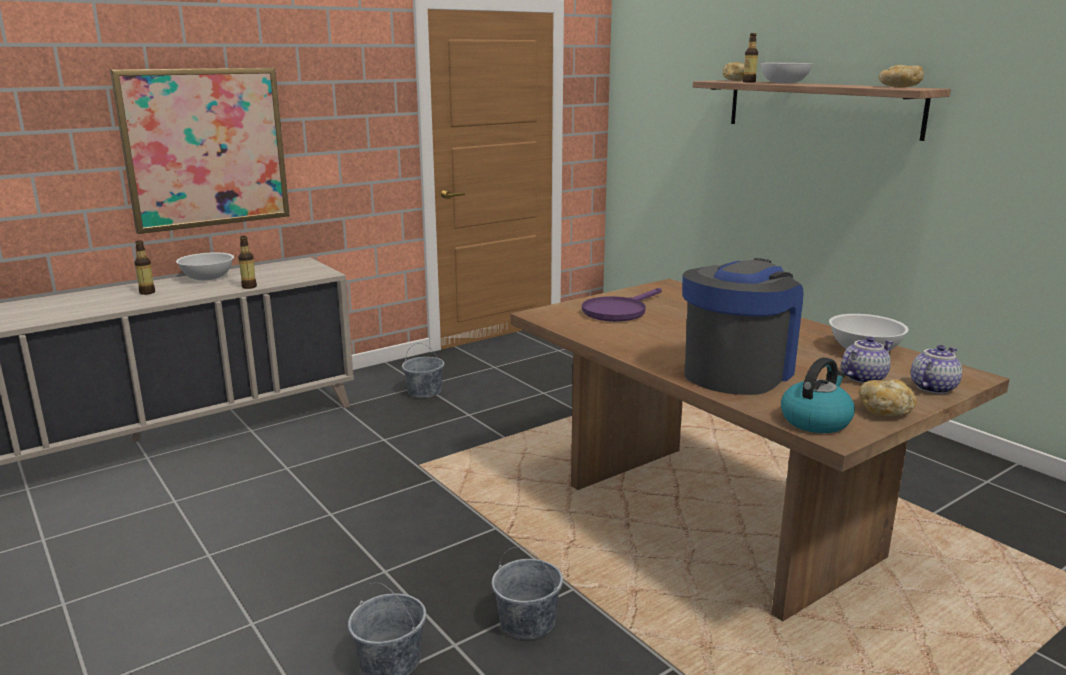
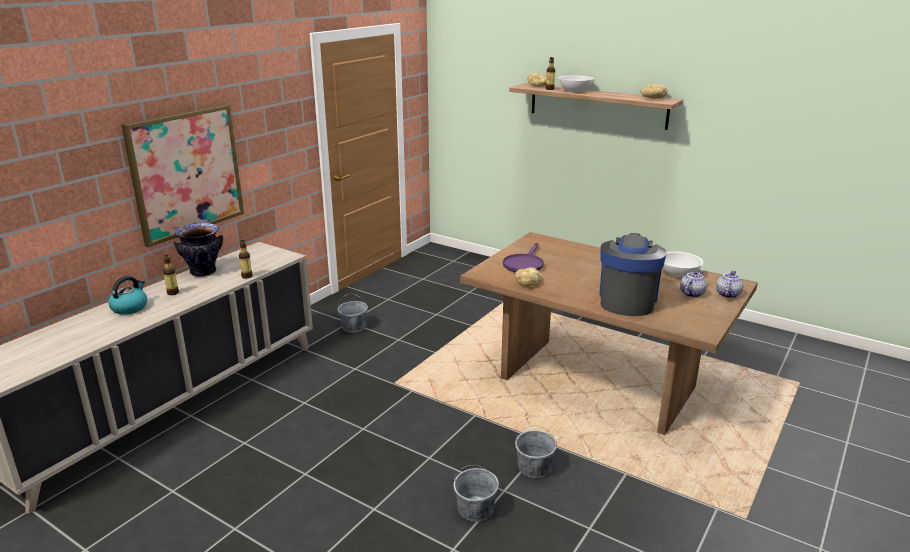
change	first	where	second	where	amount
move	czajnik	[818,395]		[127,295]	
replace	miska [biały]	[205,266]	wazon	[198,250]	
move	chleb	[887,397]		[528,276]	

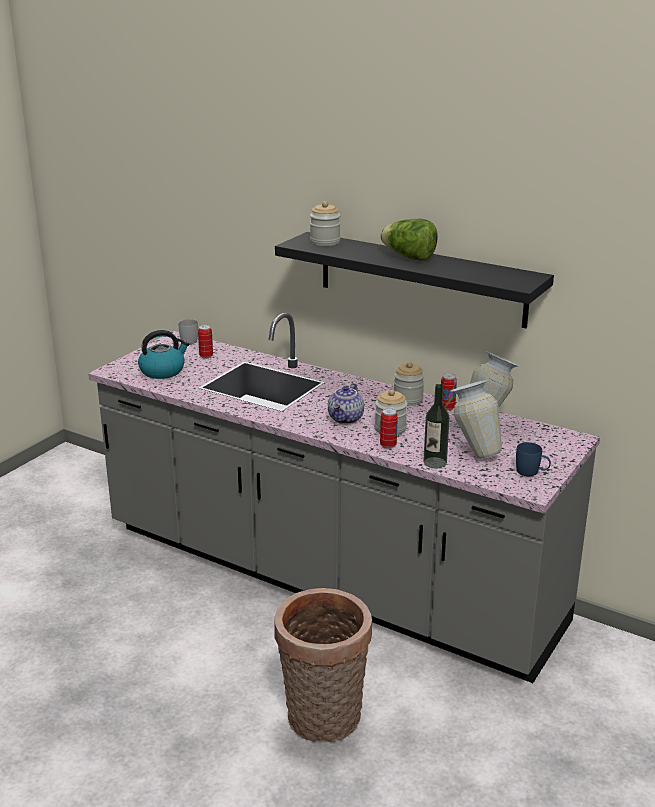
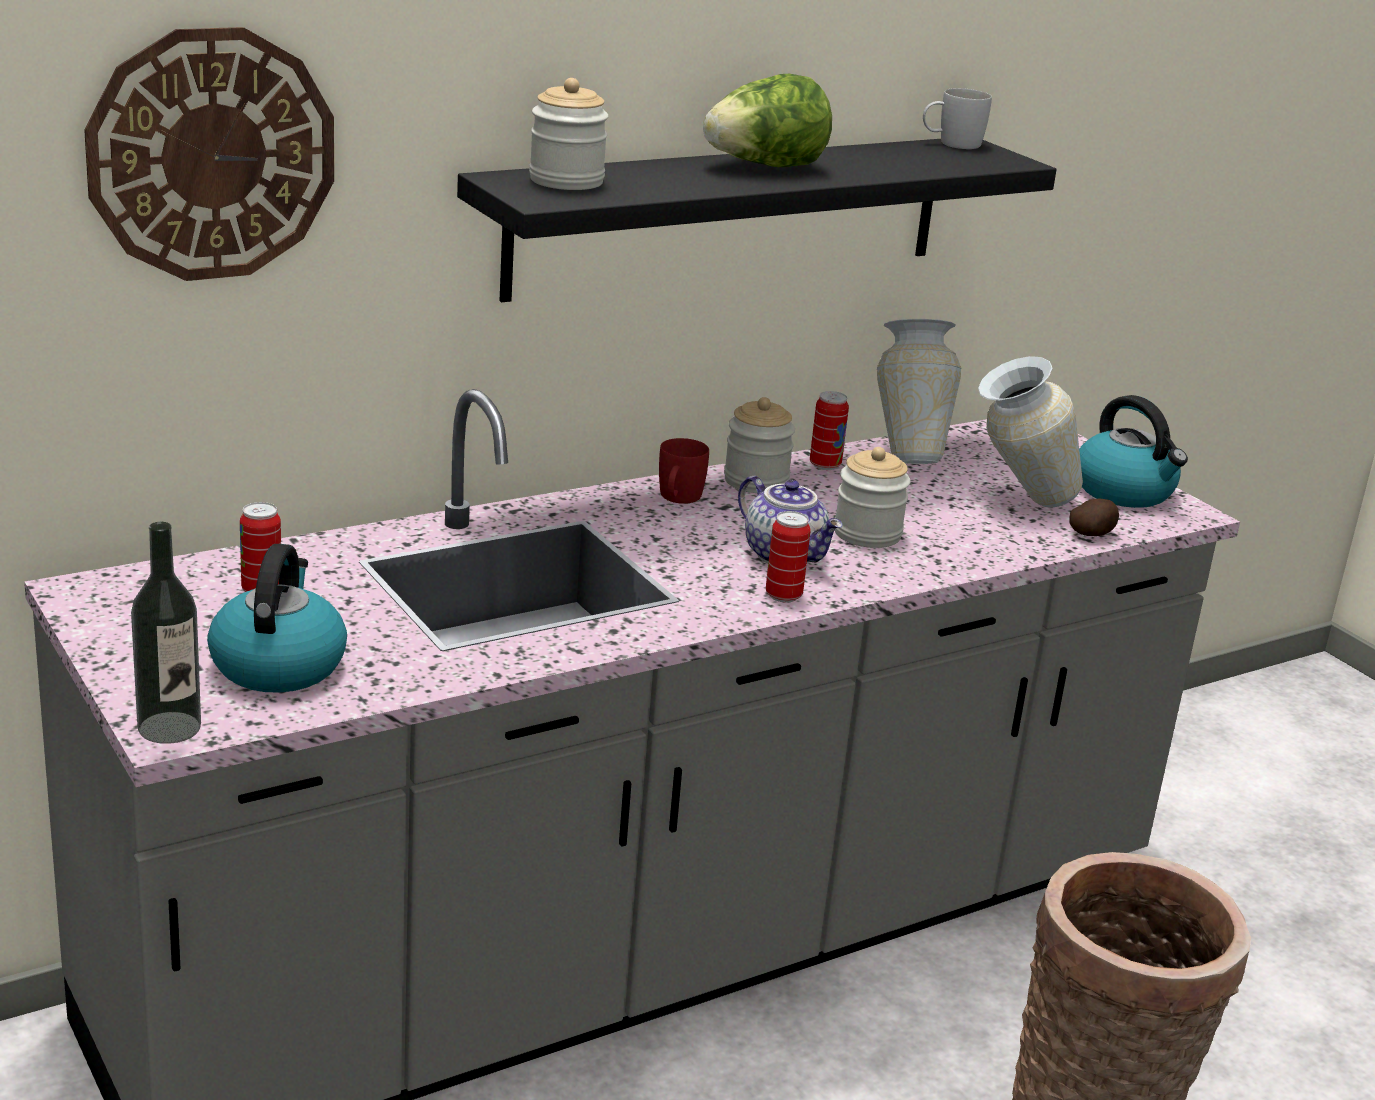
change	first	where	second	where	amount
insert			zegar ścienny	[209,154]	
move	butelka	[436,426]		[166,633]	
insert			kubek [czerwony]	[684,471]	
move	puszka	[389,428]		[788,556]	
move	kubek [biały]	[188,331]		[957,118]	
insert			ziemniak	[1094,517]	
replace	kubek [niebieski]	[533,459]	czajnik	[1133,451]	

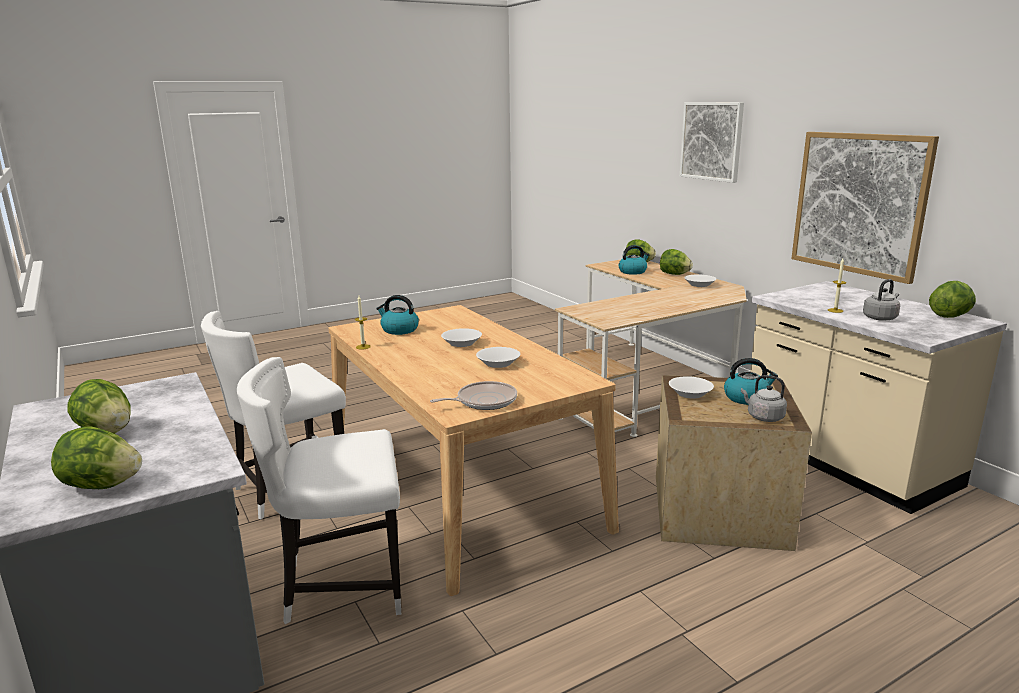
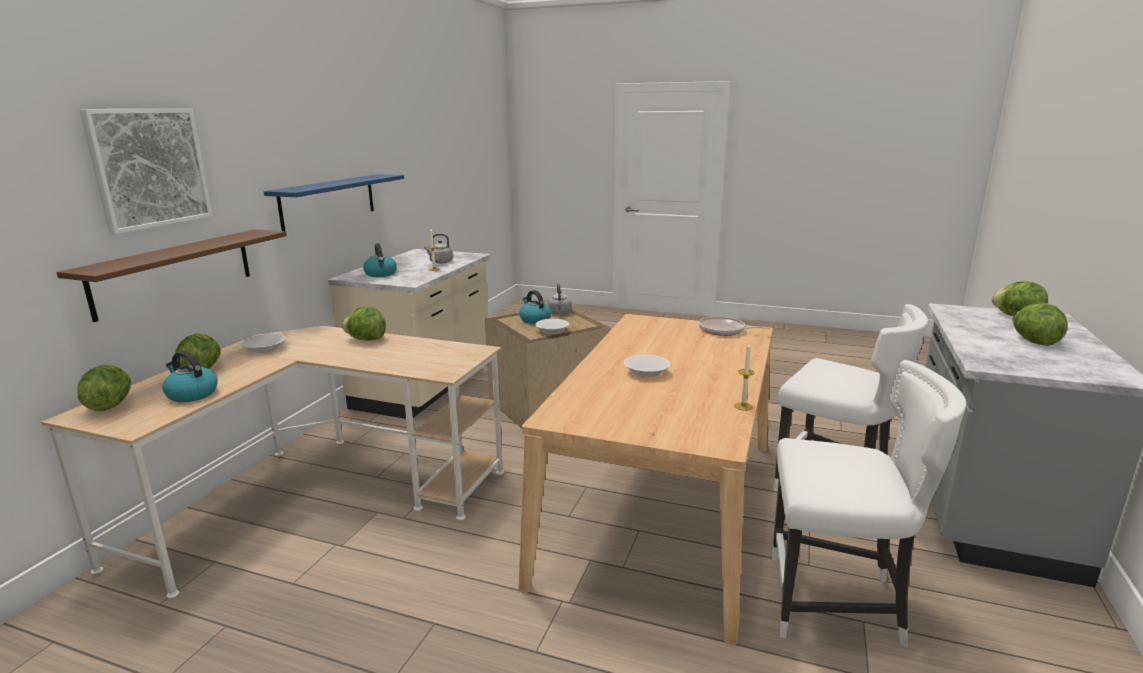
change	first	where	second	where	amount
insert			półka [brązowy]	[172,275]	
replace	obraz	[865,208]	półka [niebieski]	[334,202]	
move	sałata	[952,299]		[364,324]	
move	czajnik	[397,315]		[380,260]	
delete	miska [biały]	[498,357]			

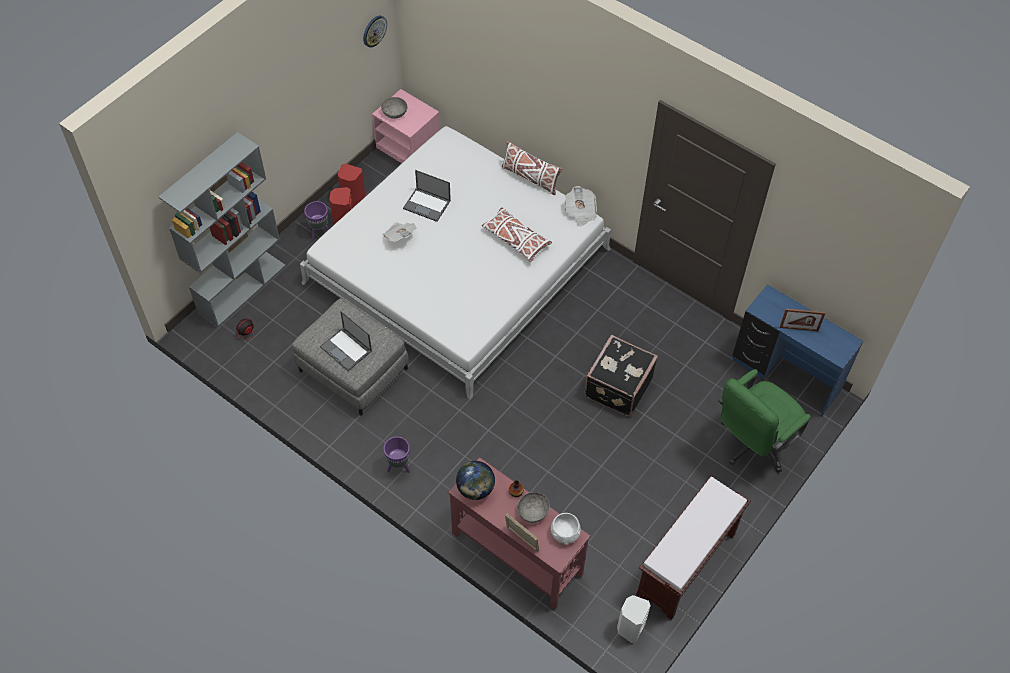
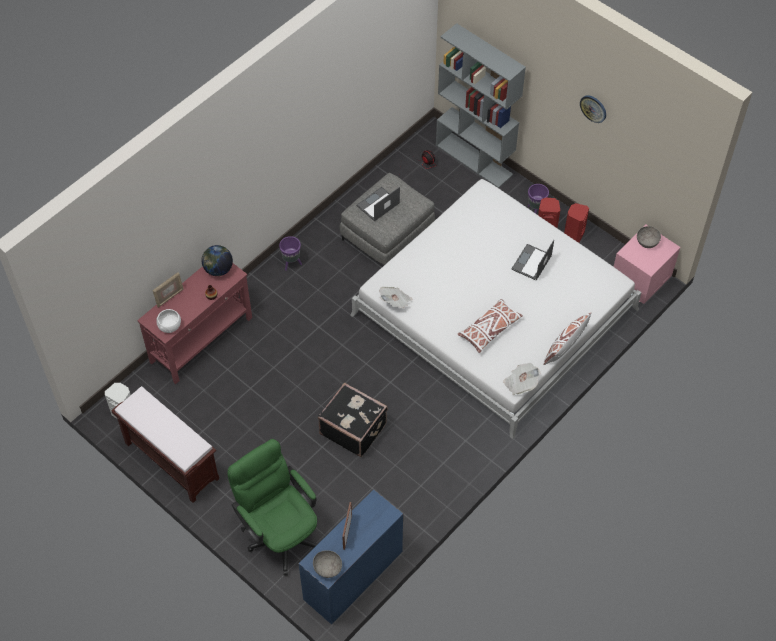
change	first	where	second	where	amount
move	miska [szary]	[534,507]		[327,564]	
move	gazeta	[399,232]		[395,297]	
move	zegar ścienny	[375,32]		[593,109]	

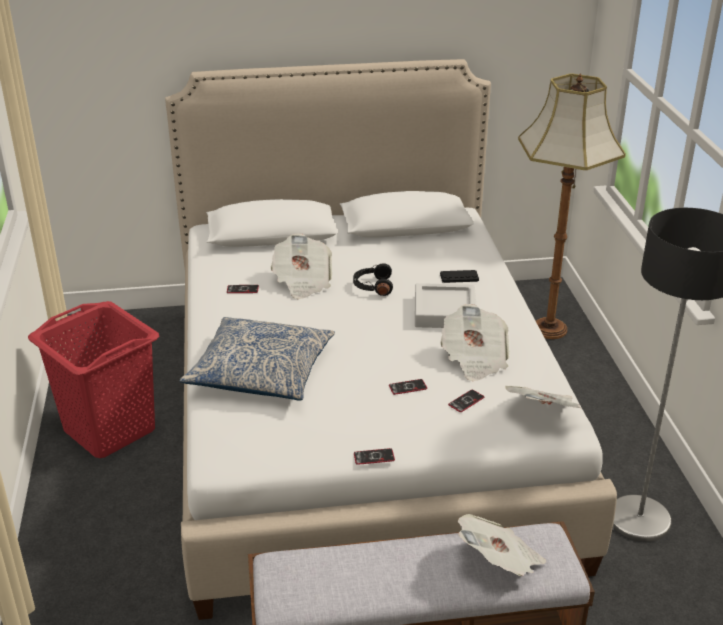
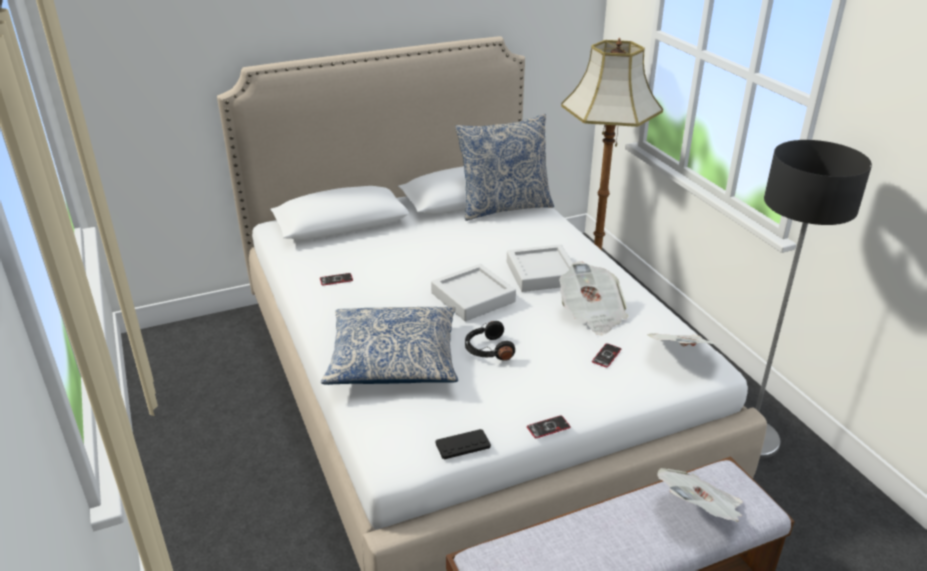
change	first	where	second	where	amount
insert			taca [szary]	[473,292]	
move	pad do gier [czarny]	[459,276]		[463,444]	
insert			poduszka	[504,167]	
move	słuchawki [czarny]	[373,279]		[490,341]	
delete	kosz na pranie [czerwony]	[93,379]			
delete	gazeta	[301,266]			
delete	telefon	[408,387]			

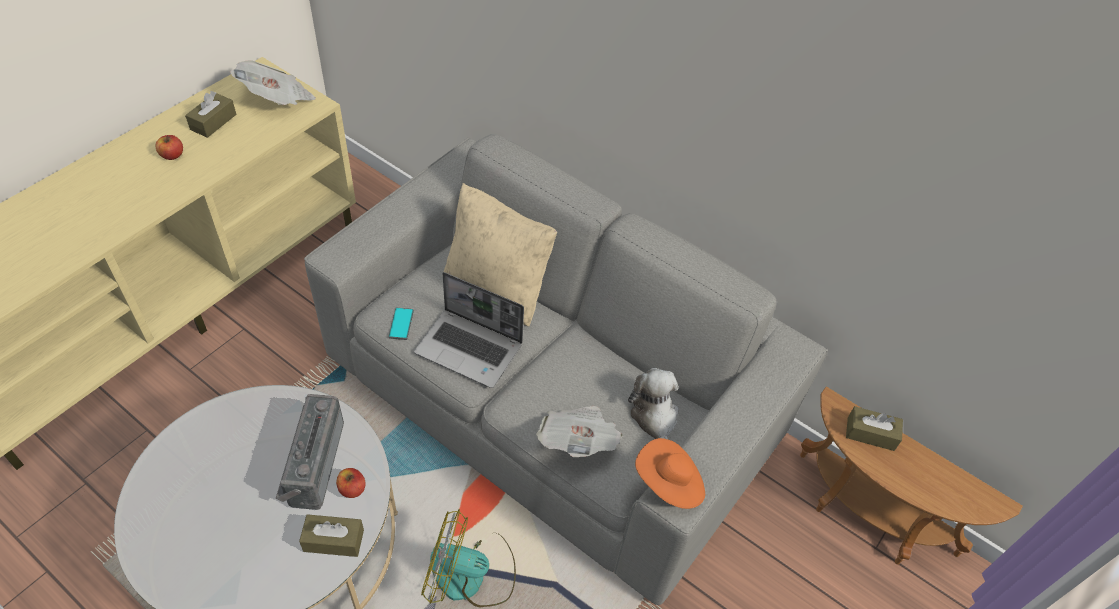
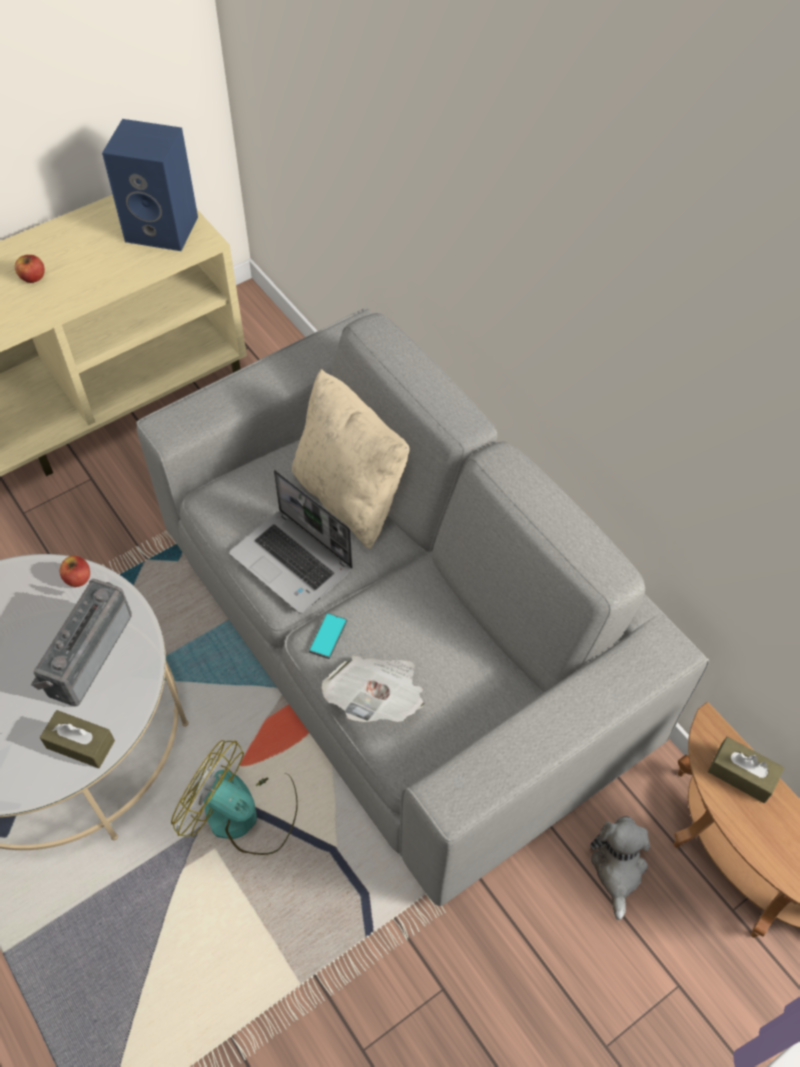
change	first	where	second	where	amount
move	jabłko	[351,483]		[75,571]	
replace	gazeta	[273,82]	głośnik [niebieski]	[150,185]	
move	telefon	[401,324]		[328,636]	
move	pluszak	[653,403]		[620,868]	
delete	pudełko chusteczek [brązowy]	[211,114]			
delete	kapelusz [pomarańczowy]	[670,473]			

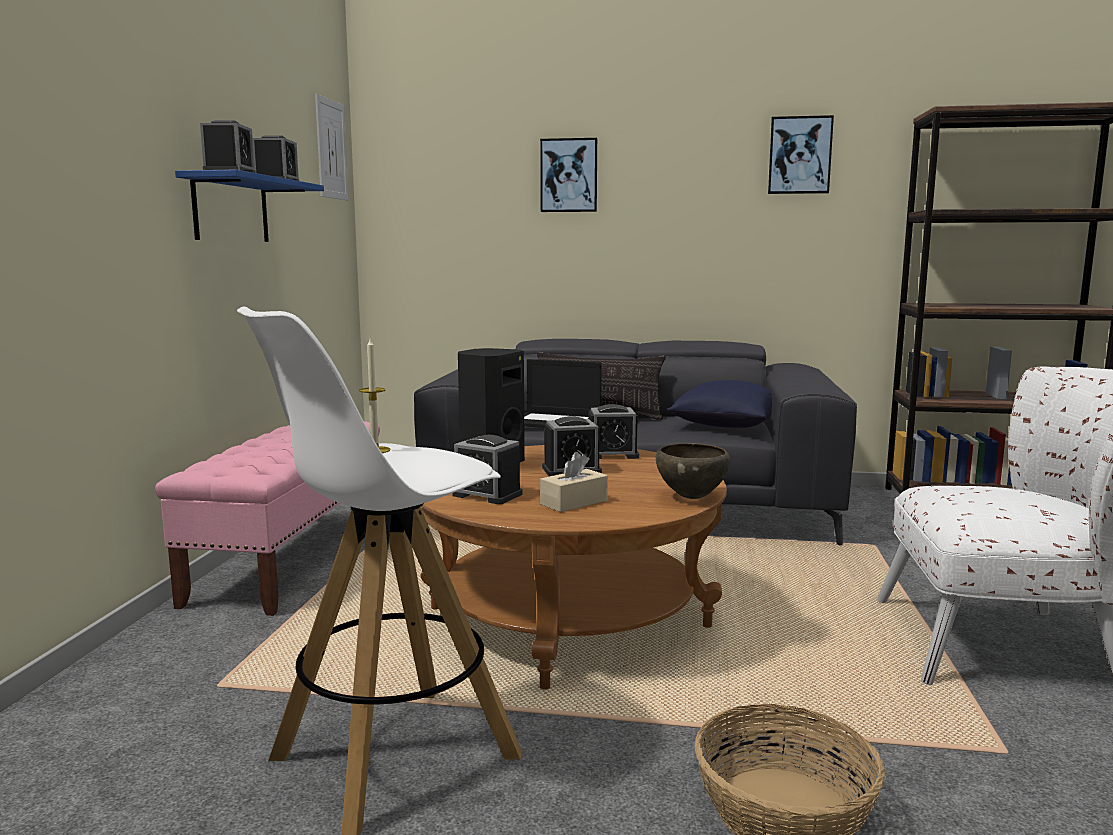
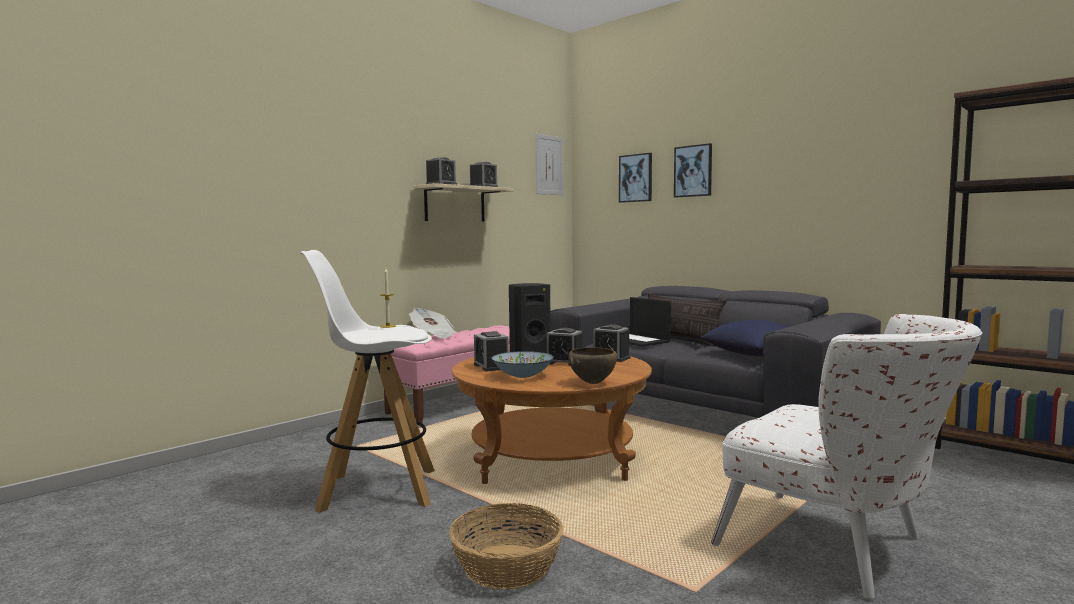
change	first	where	second	where	amount
insert			gazeta	[433,323]	
recolor	półka [niebieski]	[249,206]	półka [beżowy]	[463,202]	
replace	pudełko chusteczek [beżowy]	[574,482]	miska	[523,364]	
move	obraz	[801,154]		[635,178]	

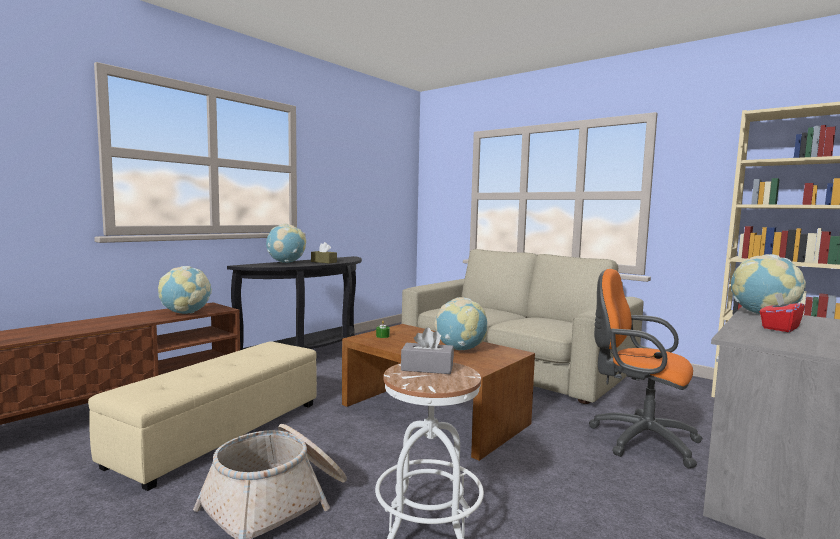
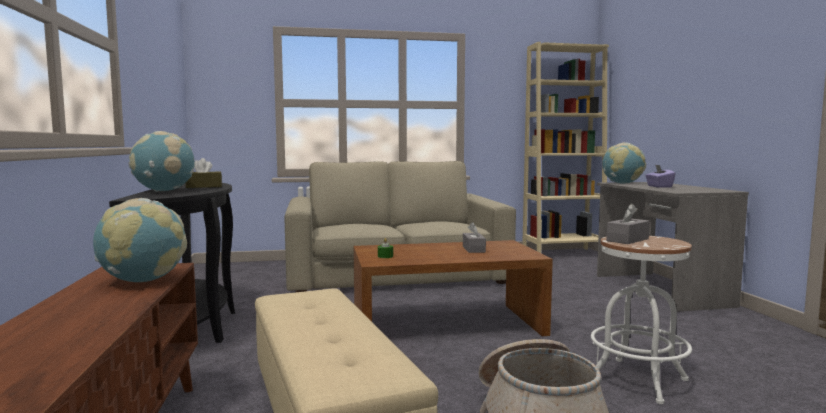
change	first	where	second	where	amount
replace	globus	[460,323]	pudełko chusteczek [szary]	[474,237]	
recolor	pudełko chusteczek [czerwony]	[782,312]	pudełko chusteczek [fioletowy]	[660,176]	
delete	krzesło biurowe [pomarańczowy]	[646,368]			

